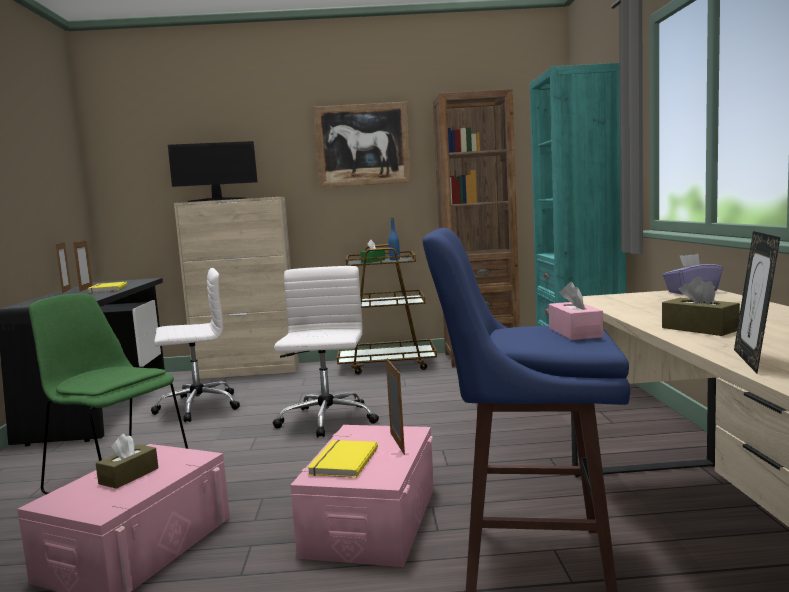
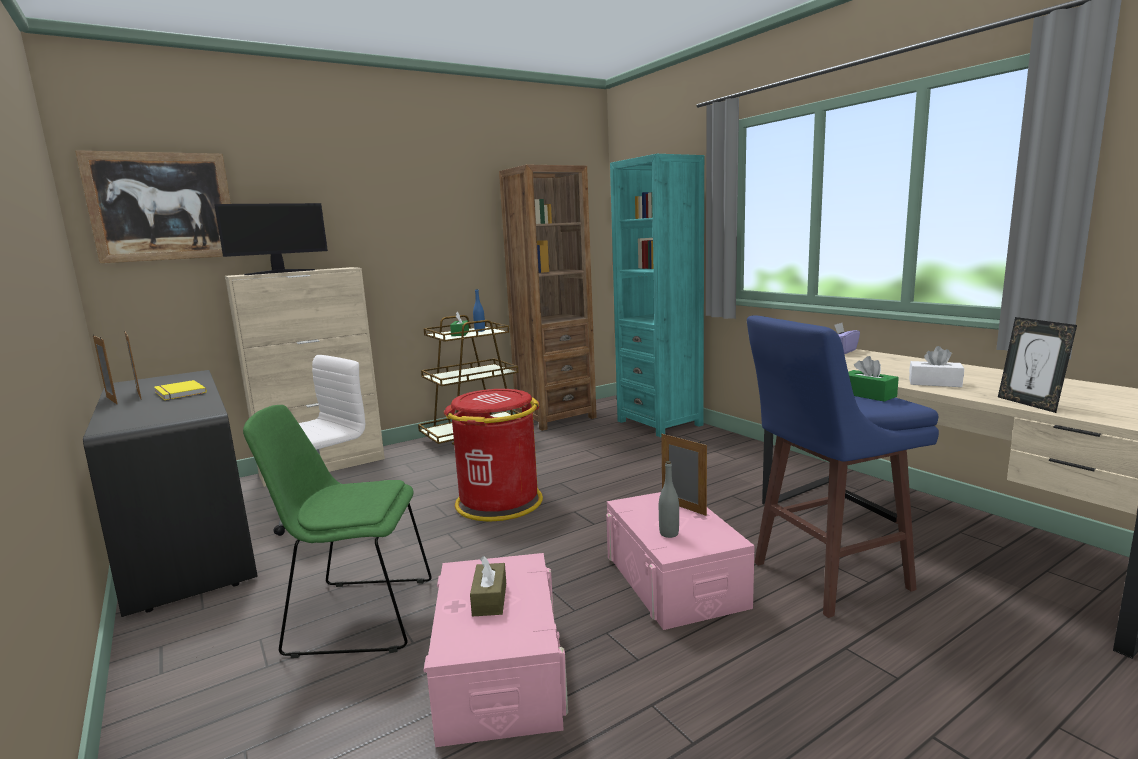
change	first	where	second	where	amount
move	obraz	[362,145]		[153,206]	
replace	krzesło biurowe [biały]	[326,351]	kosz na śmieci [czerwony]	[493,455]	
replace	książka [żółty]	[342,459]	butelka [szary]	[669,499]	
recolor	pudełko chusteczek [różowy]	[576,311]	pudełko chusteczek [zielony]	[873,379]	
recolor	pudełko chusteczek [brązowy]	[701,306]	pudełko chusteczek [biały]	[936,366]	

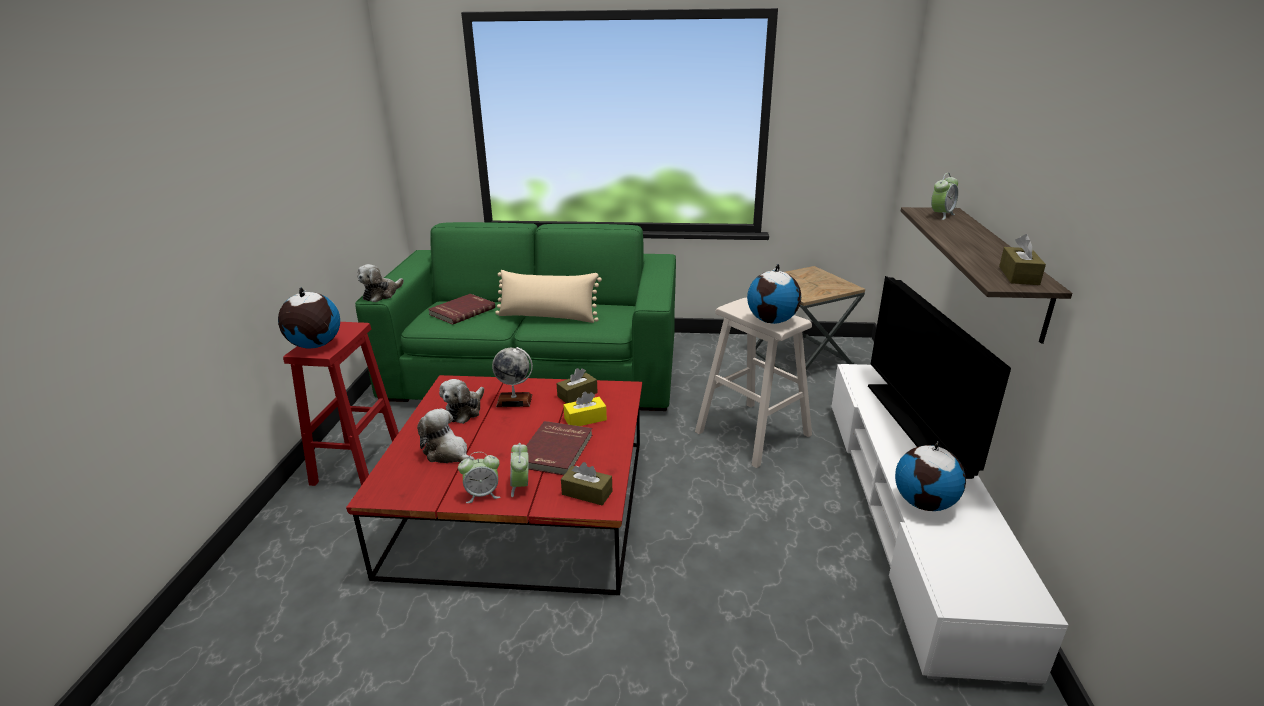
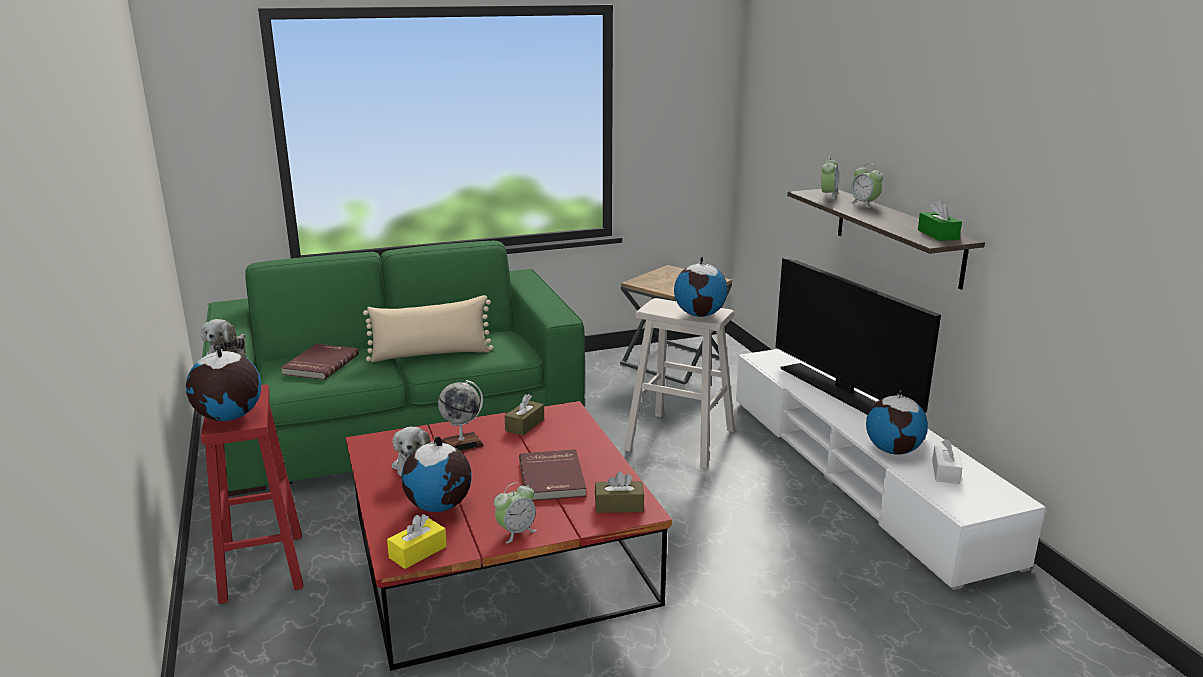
change	first	where	second	where	amount
move	pudełko chusteczek [żółty]	[585,408]		[417,541]	
replace	pluszak	[446,435]	globus	[436,474]	
move	budzik	[519,470]		[866,185]	
recolor	pudełko chusteczek [brązowy]	[1022,259]	pudełko chusteczek [zielony]	[940,220]	
insert			pudełko chusteczek [biały]	[947,461]	

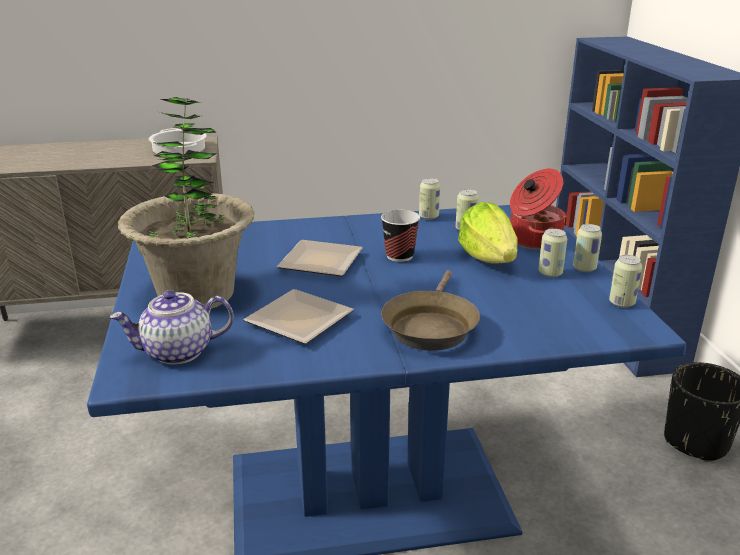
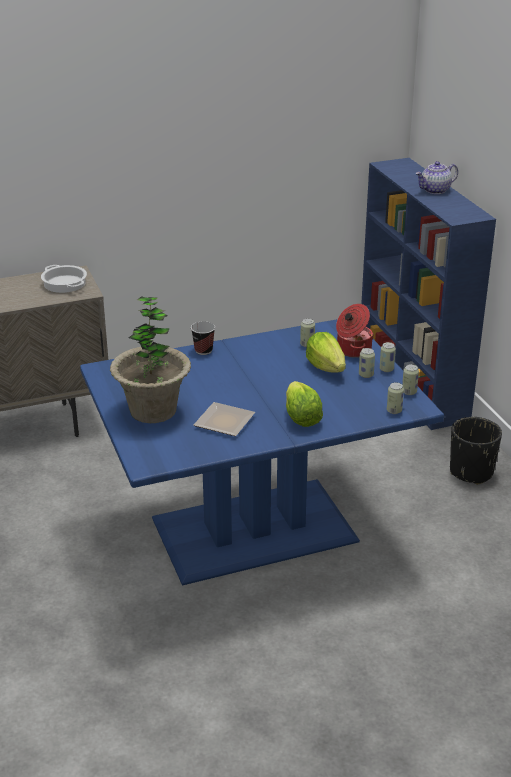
change	first	where	second	where	amount
move	filiżanka	[400,236]		[203,338]	
replace	patelnia [brązowy]	[430,310]	sałata	[304,404]	
move	puszka	[429,199]		[395,398]	
move	imbryk	[172,327]		[436,177]	
delete	talerz	[320,258]			

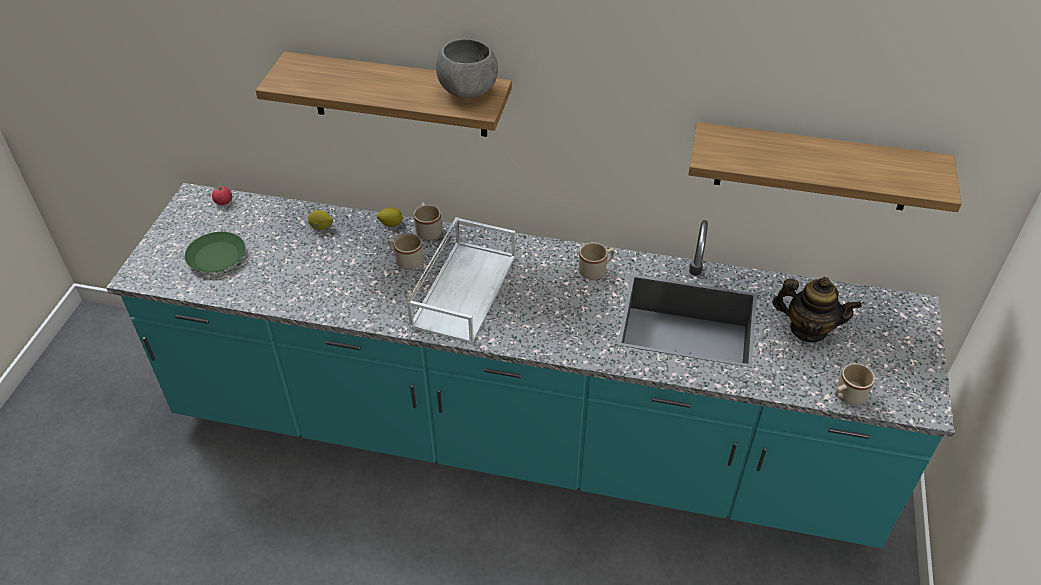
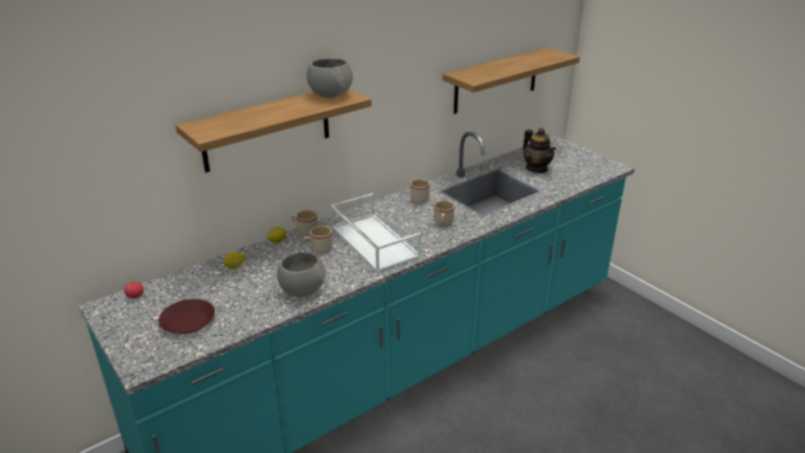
change	first	where	second	where	amount
recolor	talerz [zielony]	[215,252]	talerz [brązowy]	[186,316]	
insert			miska [szary]	[301,274]	
move	kubek [beżowy]	[855,384]		[444,213]	
rotate	imbryk	[817,309]		[539,150]	90 degrees clockwise

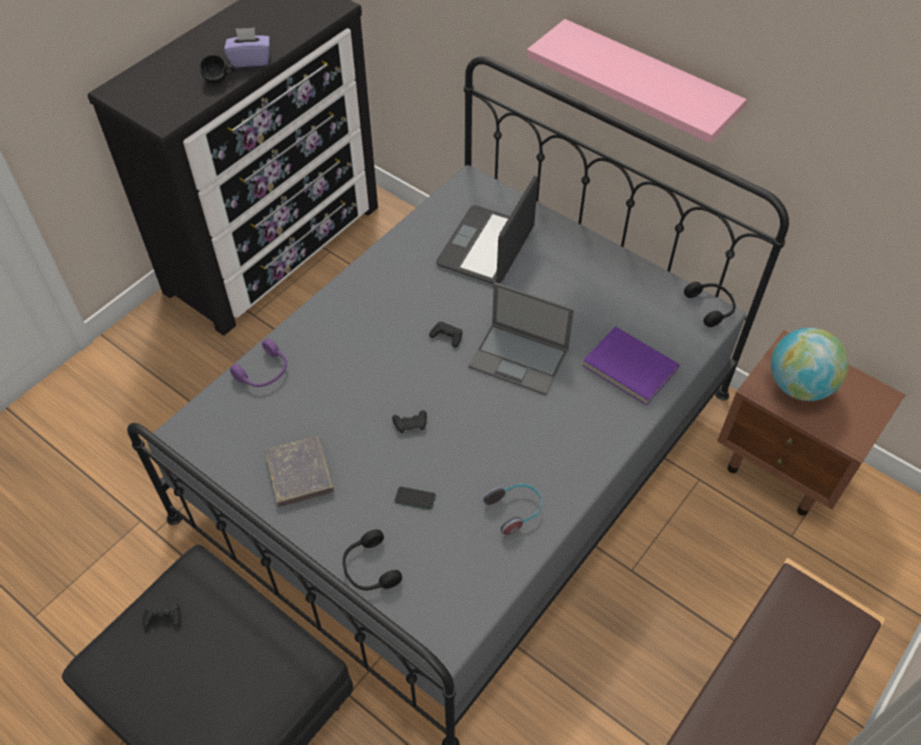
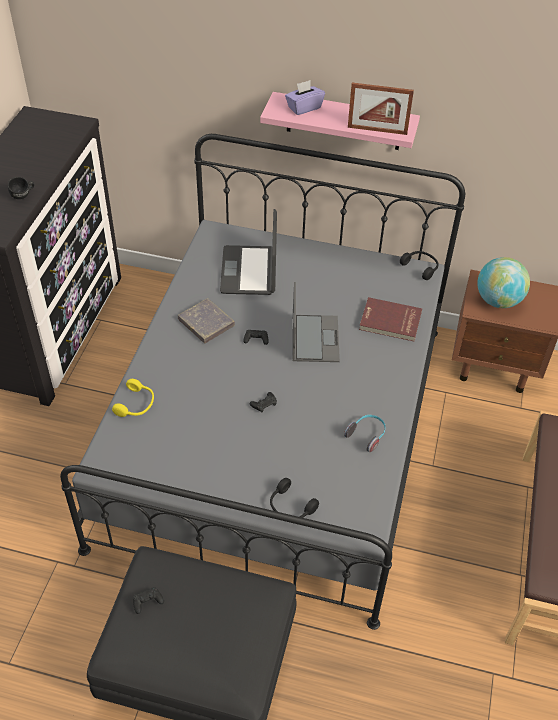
change	first	where	second	where	amount
recolor	słuchawki [fioletowy]	[258,363]	słuchawki [żółty]	[133,398]	
move	książka [szary]	[299,471]		[206,320]	
move	pudełko chusteczek [fioletowy]	[247,47]		[305,97]	
rotate	laptop	[521,338]		[316,322]	90 degrees counterclockwise
insert			ramka na zdjęcie	[381,109]	
recolor	książka [fioletowy]	[631,365]	książka [czerwony]	[390,319]	
delete	telefon	[415,498]			

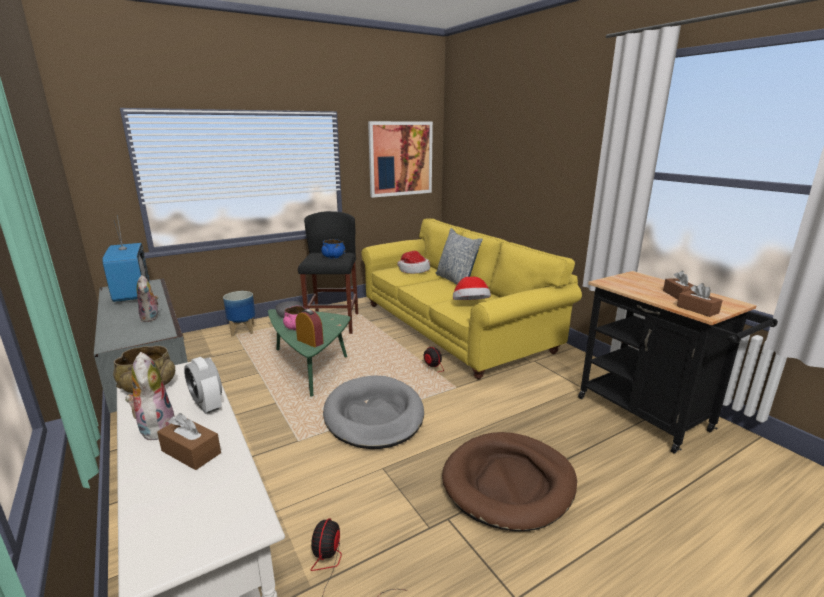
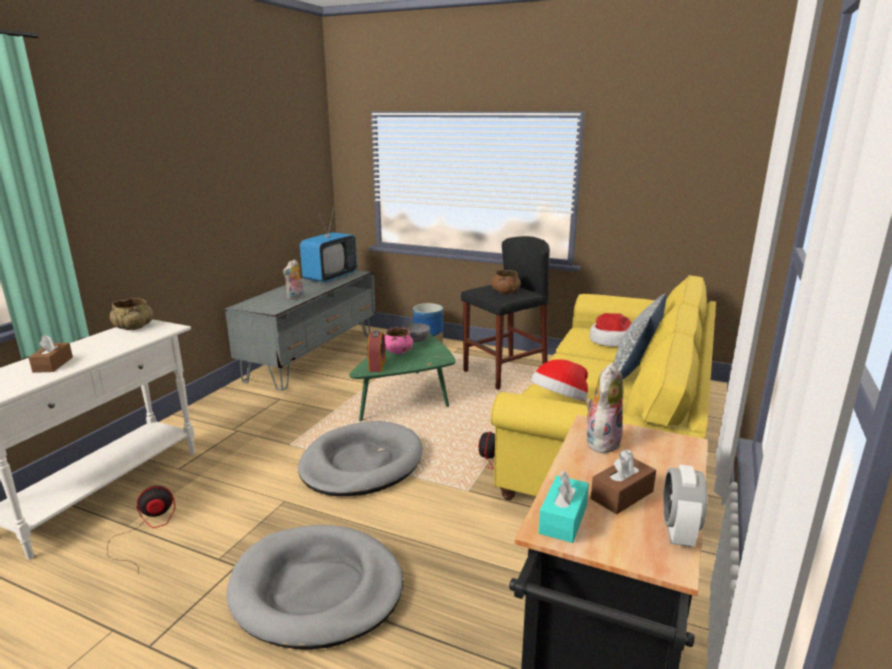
change	first	where	second	where	amount
recolor	legowisko [brązowy]	[509,481]	legowisko [szary]	[314,587]	
recolor	miska [niebieski]	[333,249]	miska [brązowy]	[506,282]	
recolor	pudełko chusteczek [brązowy]	[700,300]	pudełko chusteczek [turkusowy]	[563,507]	
move	pluszak	[149,396]		[604,409]	
move	budzik	[203,385]		[685,506]	
delete	obraz	[400,159]			

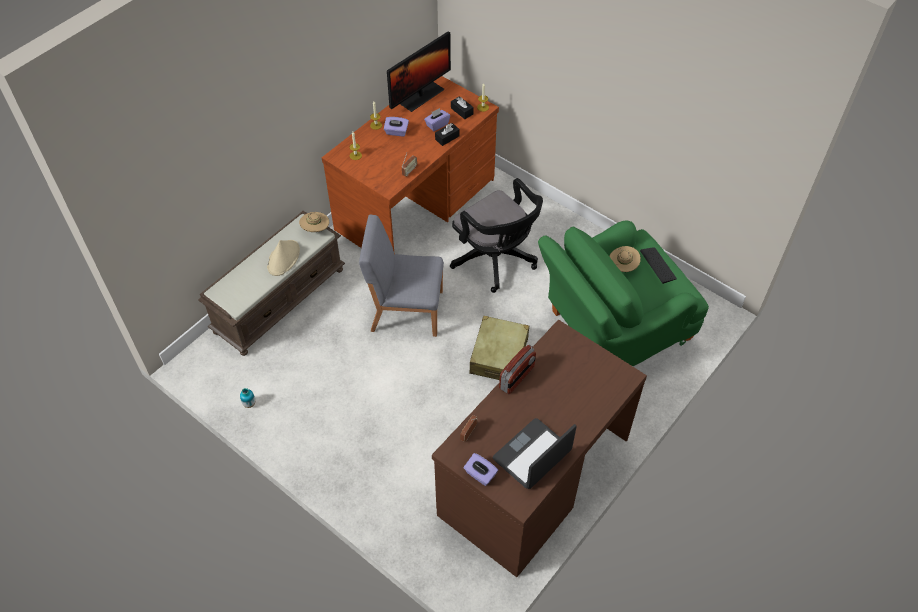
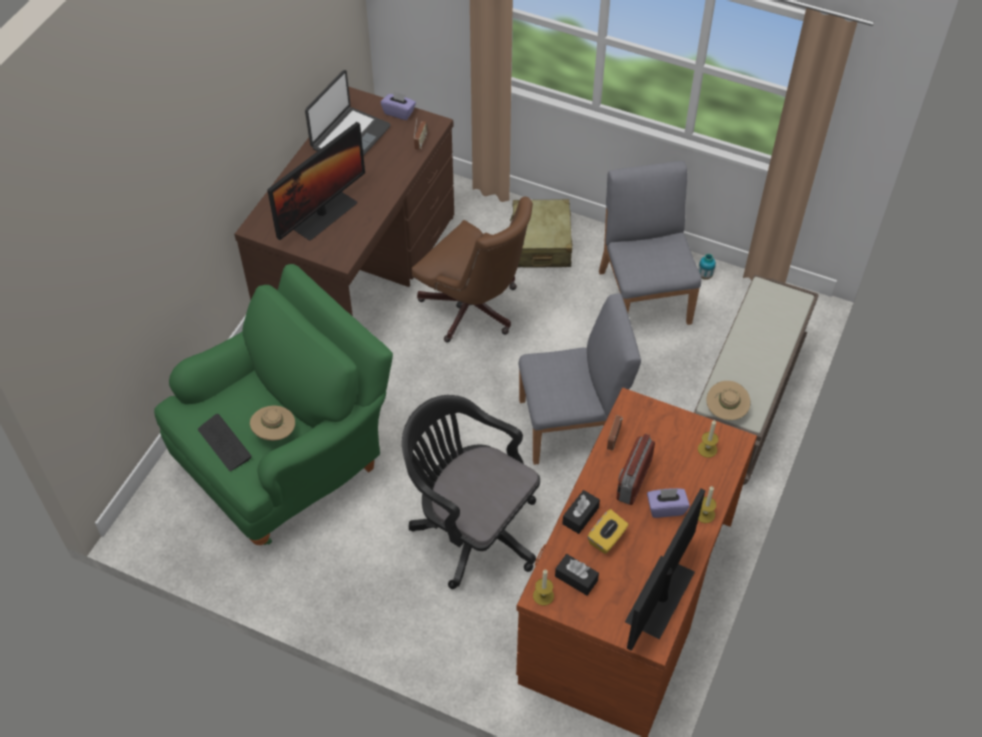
change	first	where	second	where	amount
insert			monitor	[316,181]	
insert			krzesło biurowe [brązowy]	[472,269]	
move	walizka [beżowy]	[499,348]		[541,233]	
recolor	pudełko chusteczek [fioletowy]	[437,119]	pudełko chusteczek [żółty]	[607,531]	
insert			krzesło [szary]	[650,243]	
move	radio	[517,369]		[635,469]	
delete	kapelusz [beżowy]	[283,258]			

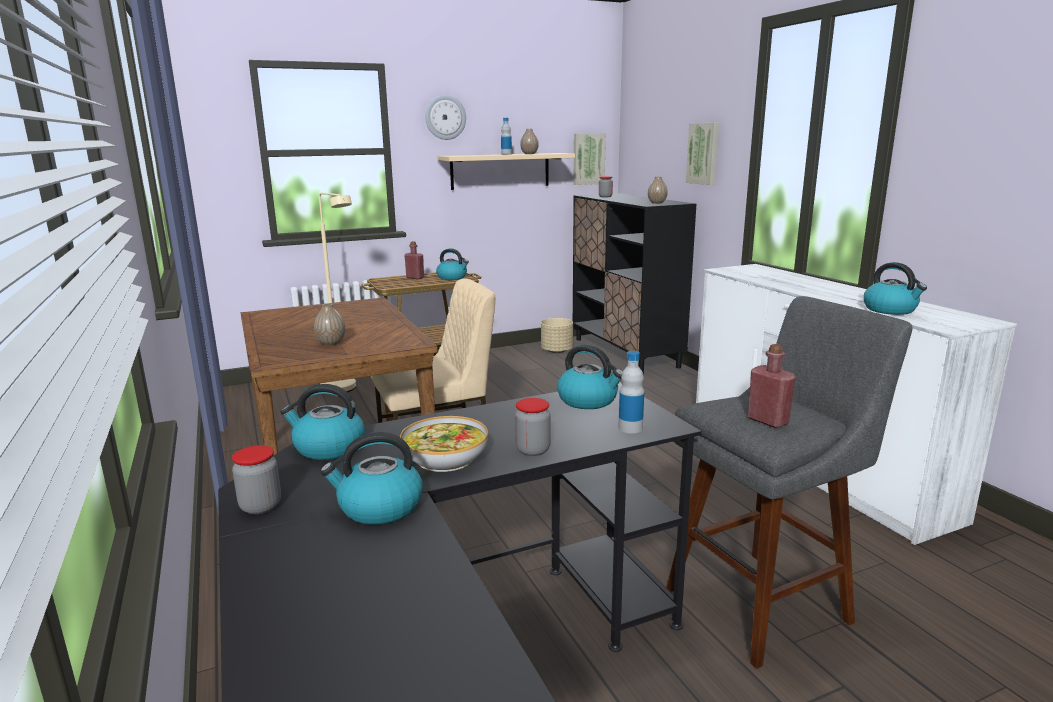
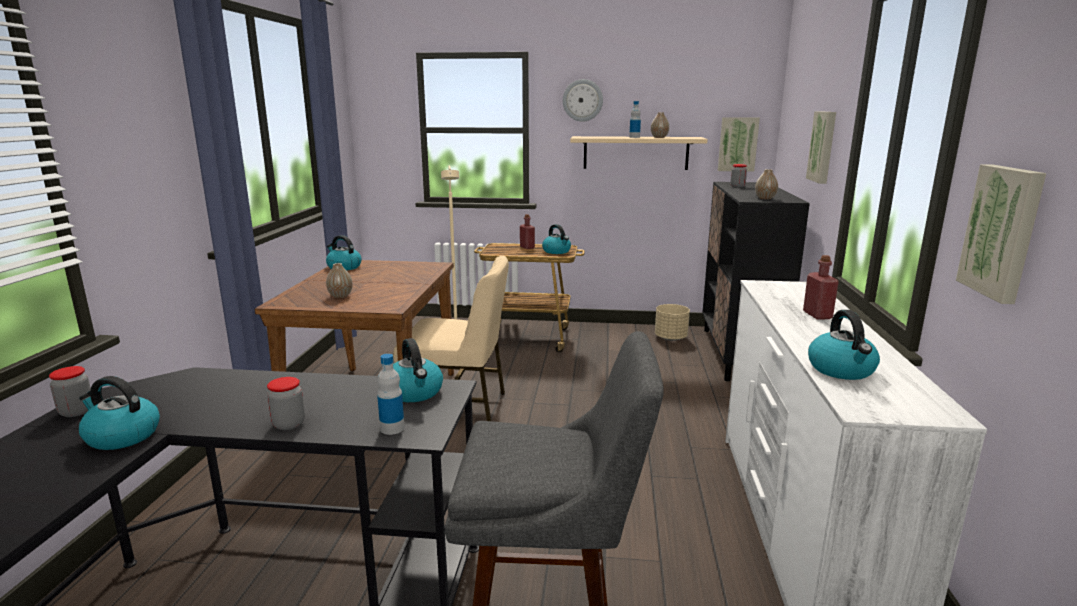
change	first	where	second	where	amount
move	czajnik	[322,422]		[344,252]	
move	butelka [czerwony]	[772,386]		[821,287]	
insert			obraz	[1001,234]	
delete	miska	[444,444]			

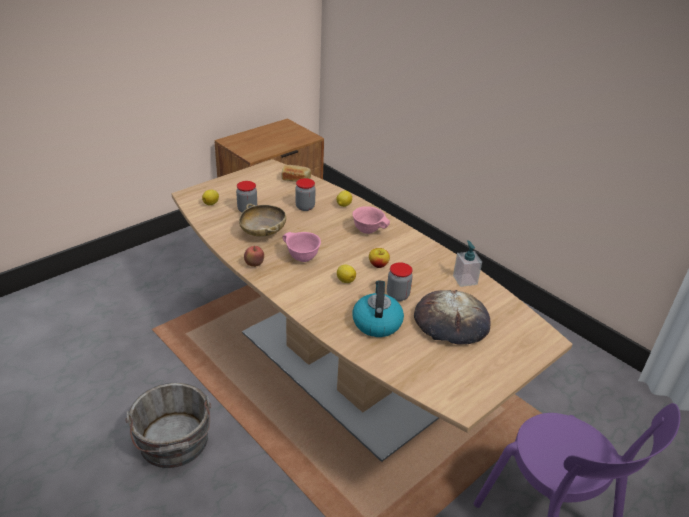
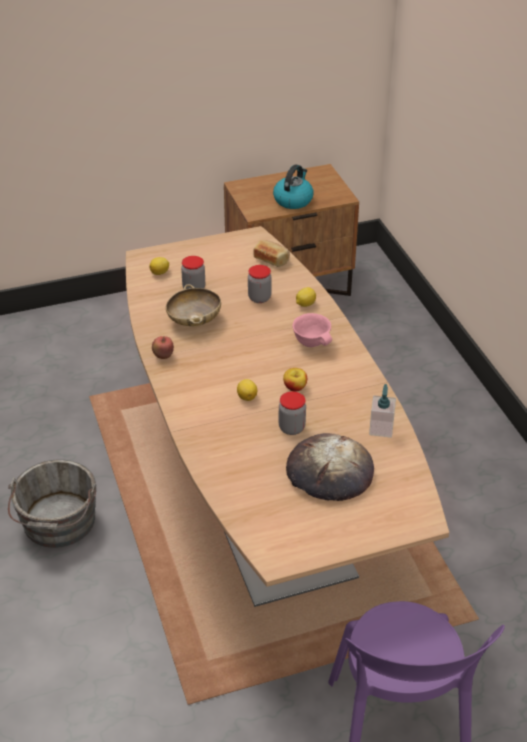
change	first	where	second	where	amount
move	czajnik	[378,309]		[293,186]	
delete	miska [różowy]	[301,247]			

